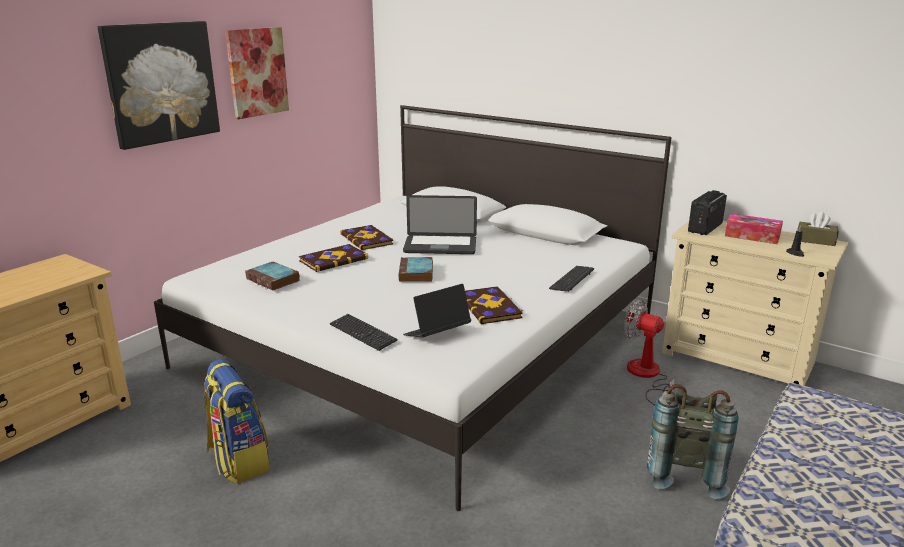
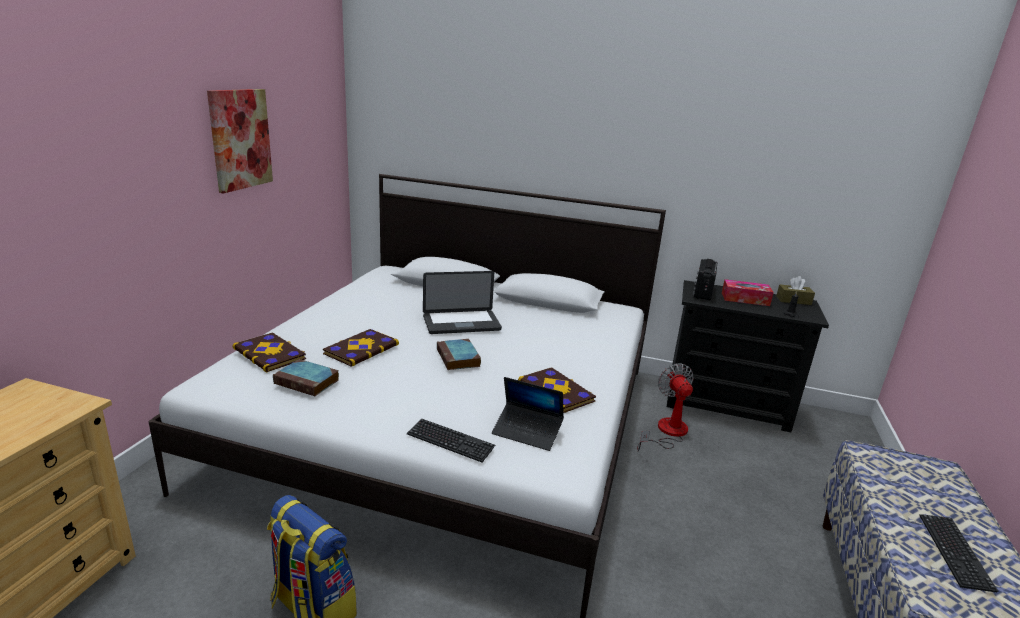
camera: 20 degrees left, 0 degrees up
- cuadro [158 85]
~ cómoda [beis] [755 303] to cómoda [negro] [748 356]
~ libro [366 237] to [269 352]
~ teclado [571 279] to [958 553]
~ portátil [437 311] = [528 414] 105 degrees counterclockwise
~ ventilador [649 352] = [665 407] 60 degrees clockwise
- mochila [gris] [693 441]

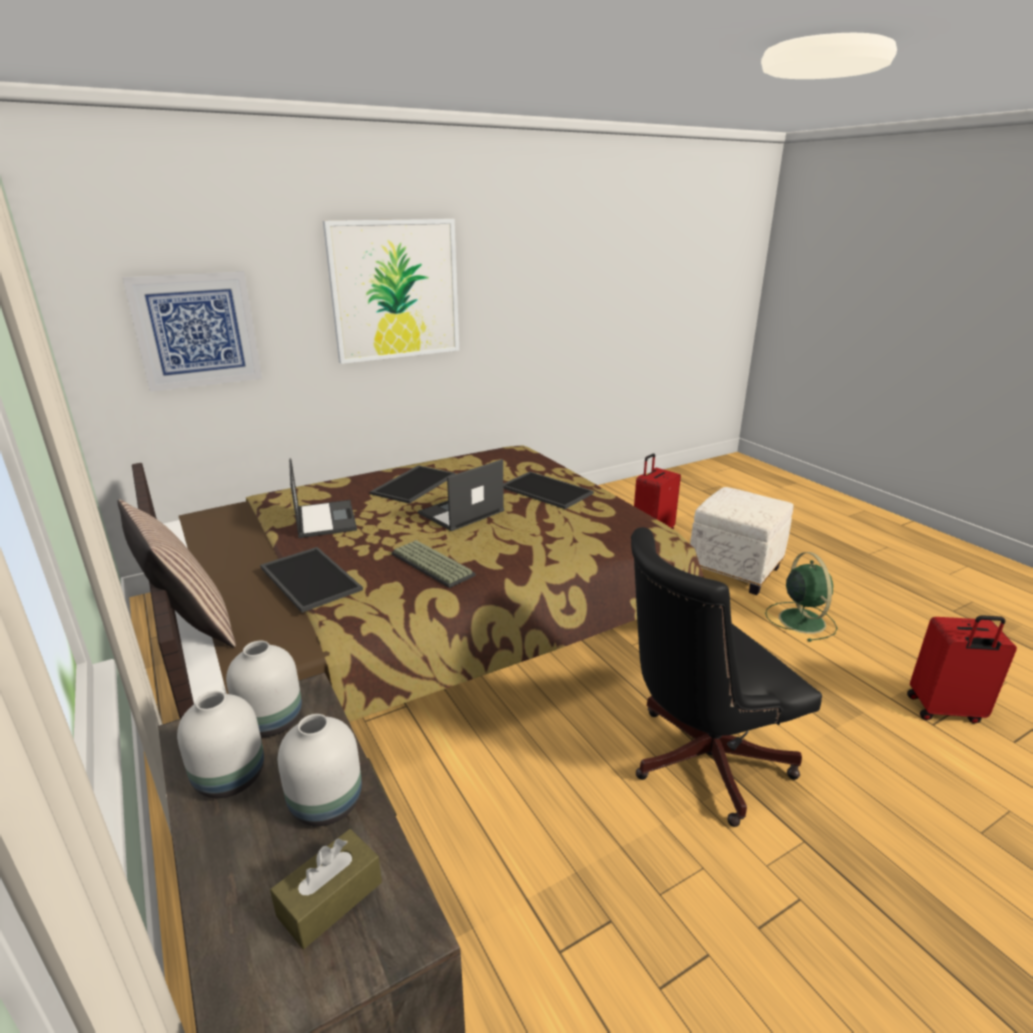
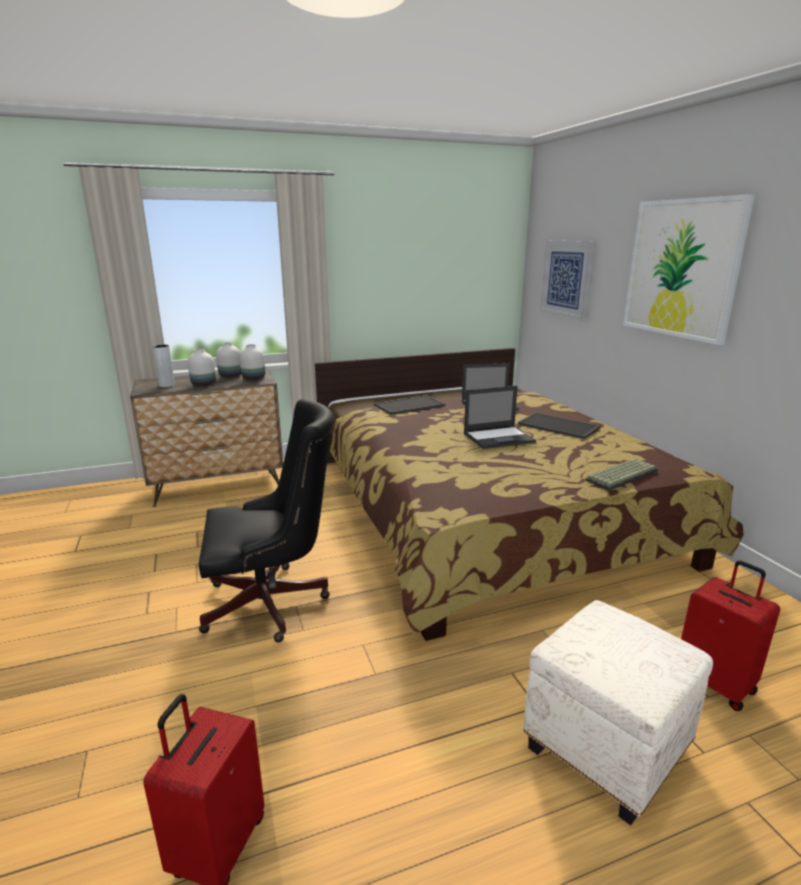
camera: 100 degrees right, 5 degrees down
~ portátil [461 495] = [500 417] 105 degrees clockwise
- bandeja [548 490]
- cojín [176 573]
~ silla de oficina [negro] [726 677] = [266 521] 90 degrees clockwise
~ teclado [433 564] to [621 474]
- ventilador [verde] [801 597]
~ caja de pañuelos [marrón] [326 889] to florero [gris] [164 366]

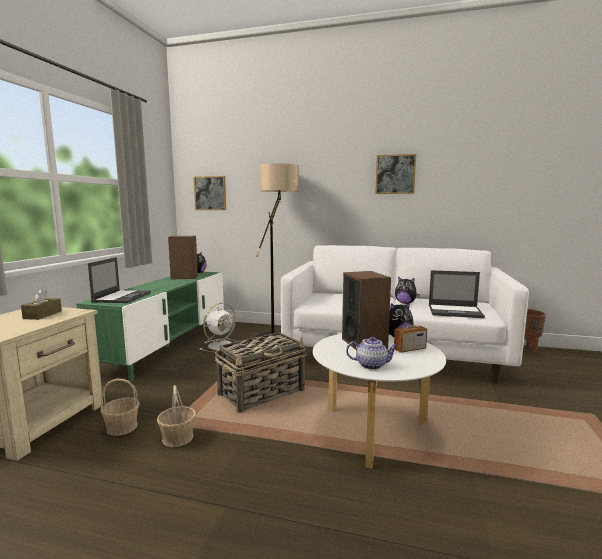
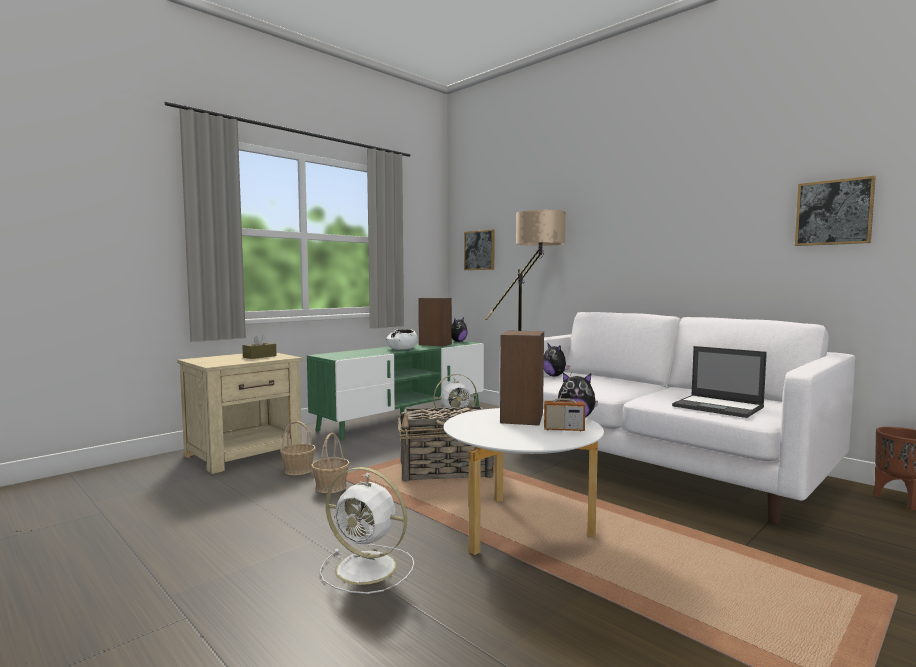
camera: 30 degrees right, 5 degrees down
~ cuadro [395 174] to [835 211]
- portátil [119 280]
~ peluche [407 290] to [557 360]
- tetera [372 353]
+ cuenco [blanco] [402 339]
+ ventilador [blanco] [366 530]

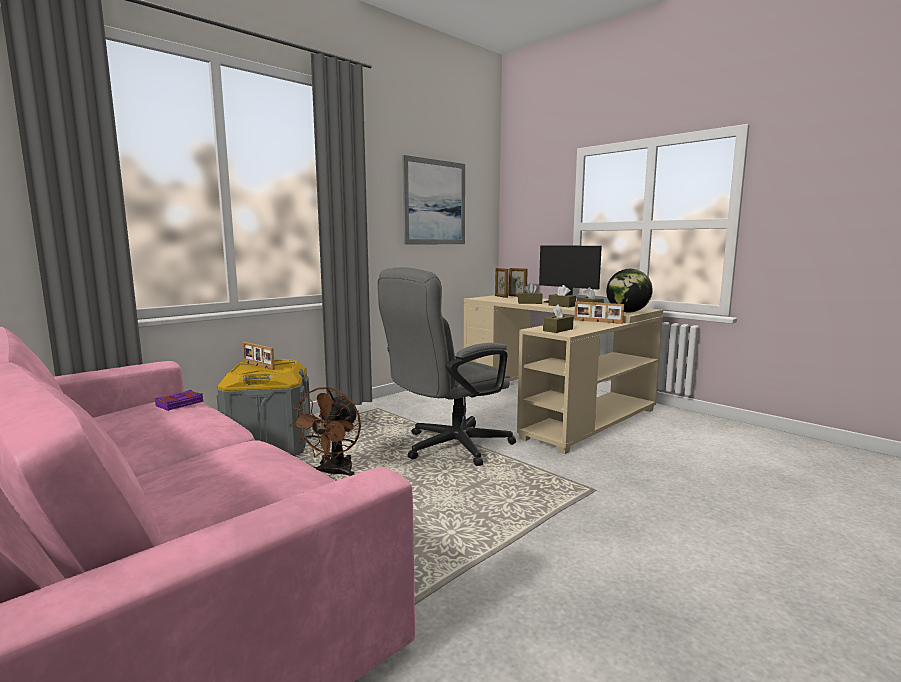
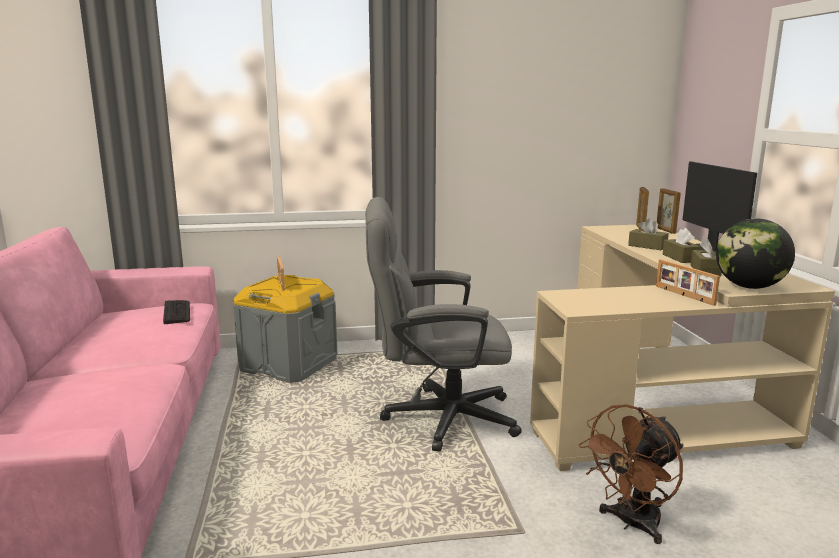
camera: 35 degrees right, 5 degrees up
- cuadro [433 200]
- caja de pañuelos [marrón] [558 318]
~ ventilador [marrón] [325 431] to [631 474]
~ libro [morado] [179 400] to teclado [176 312]

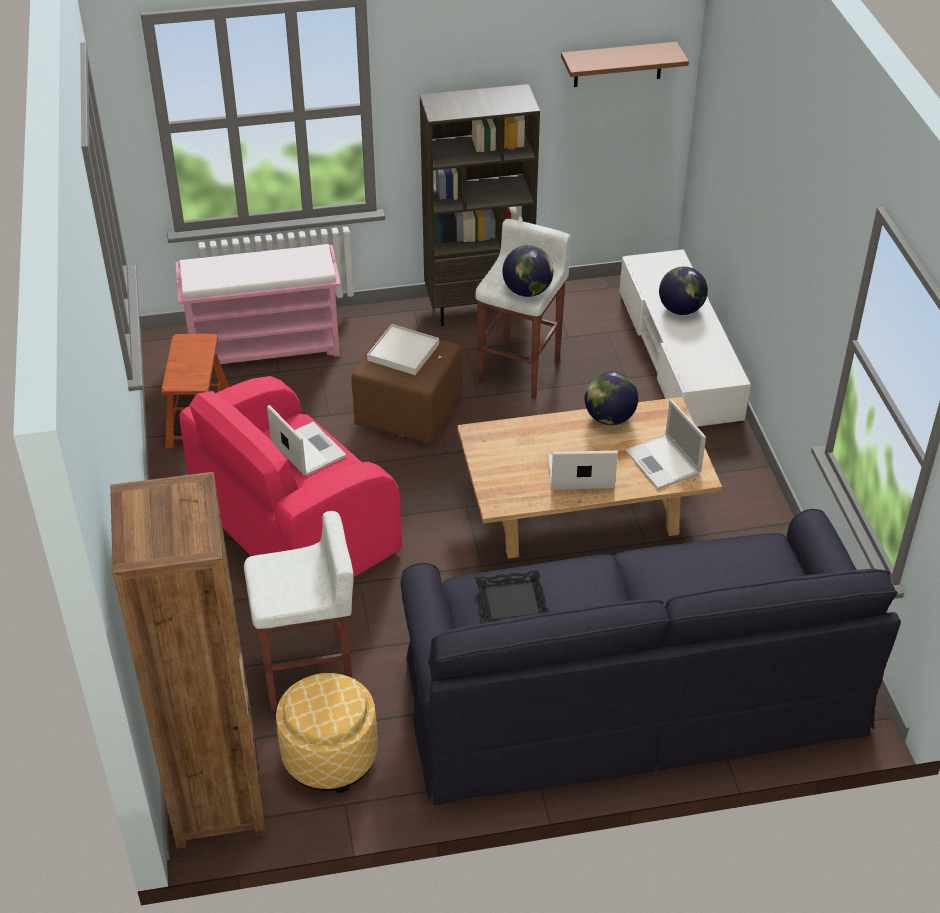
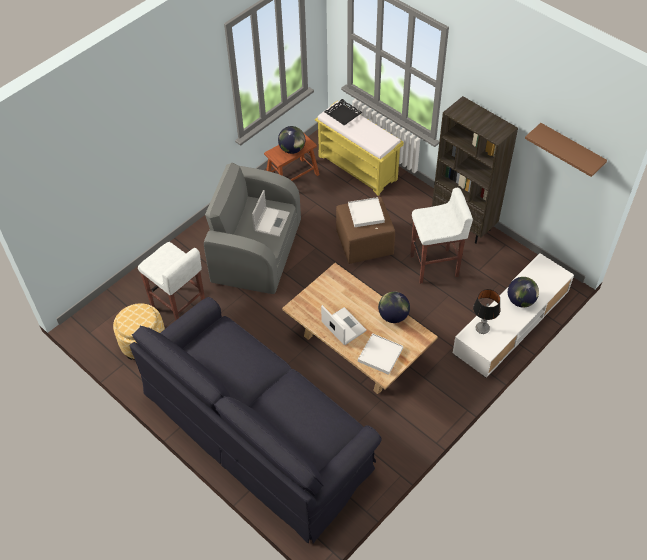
camera: 55 degrees right, 10 degrees up
~ banco [rosa] [258 304] to banco [amarillo] [359 148]
~ globo terráqueo [528 271] to [291 140]
~ sillón [rosa] [290 476] to sillón [gris] [252 228]
~ portátil [665 444] to bandeja [blanco] [380 354]
- estantería [marrón] [188 660]
~ bandeja [negro] [512 596] to [343 112]
+ lámpara de mesa [487 311]

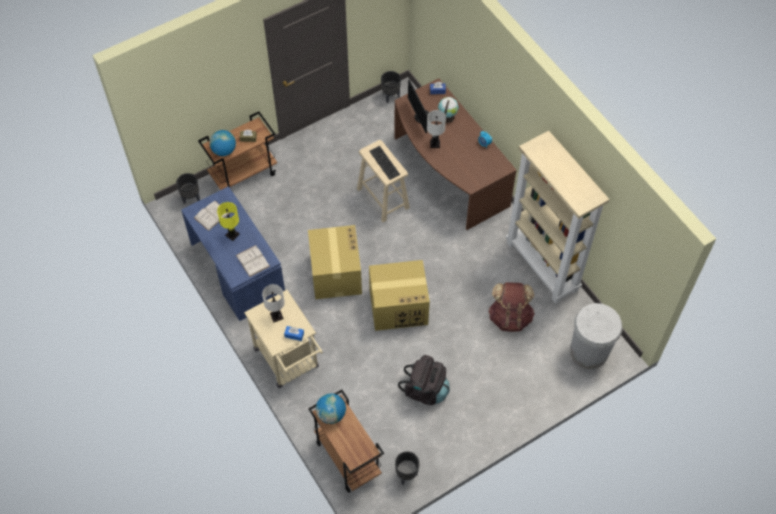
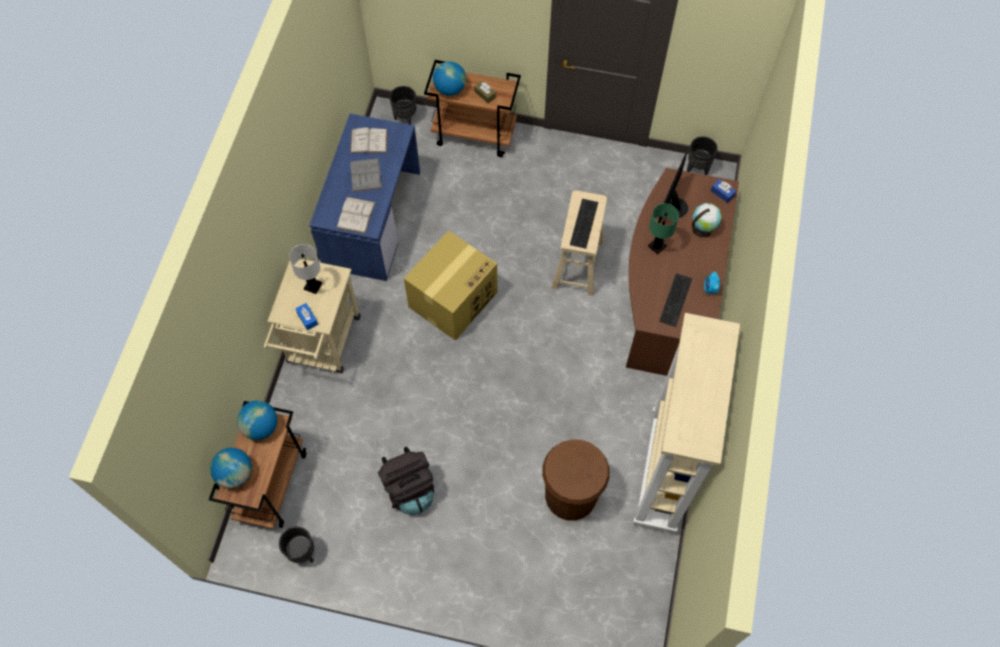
camera: 45 degrees right, 5 degrees up
~ lámpara de mesa [blanco] [436 129] to lámpara de mesa [verde] [663 228]
~ lámpara de mesa [amarillo] [228 221] to libro [gris] [366 175]
- caja de cartón [399 295]
~ mochila [marrón] [511 307] to papelera [marrón] [575 480]
- papelera [blanco] [596 336]
+ teclado [676 300]
+ globo terráqueo [231 468]

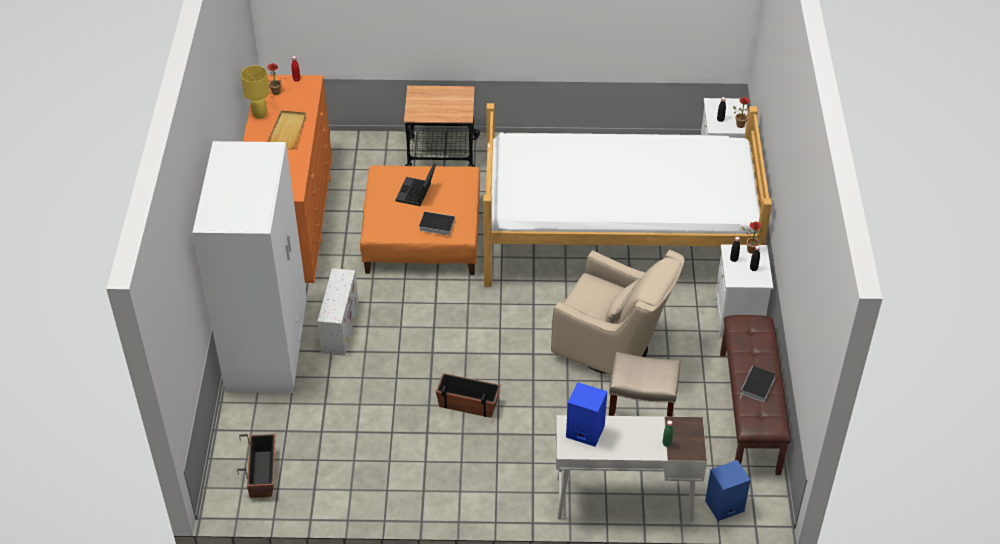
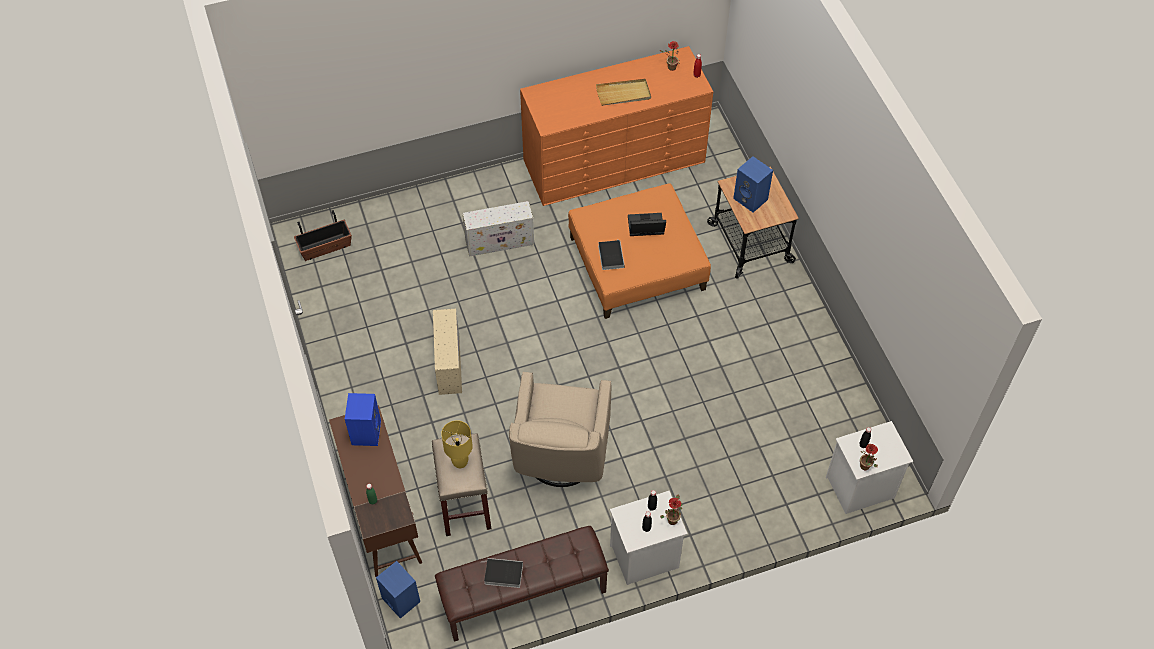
camera: 70 degrees right, 10 degrees up
~ lámpara de mesa [amarillo] [255 92] to [457 444]
- cama [627 195]
- armario ropero [blanco] [249 267]
~ maceta [468 395] to caja de almacenaje [beis] [447 352]
~ escritorio [blanco] [631 468] to escritorio [marrón] [375 491]
+ altavoz [azul] [753 184]

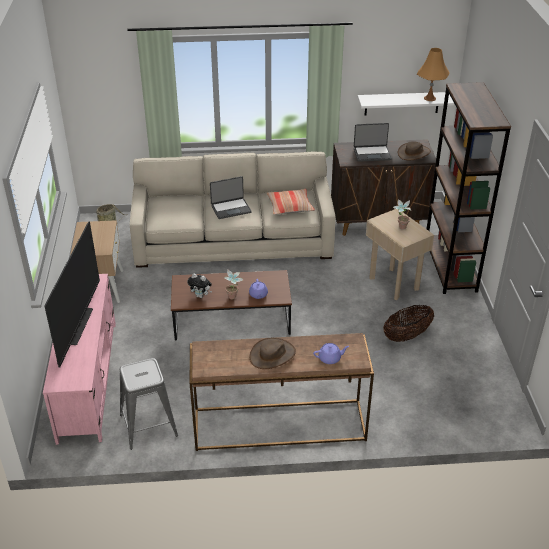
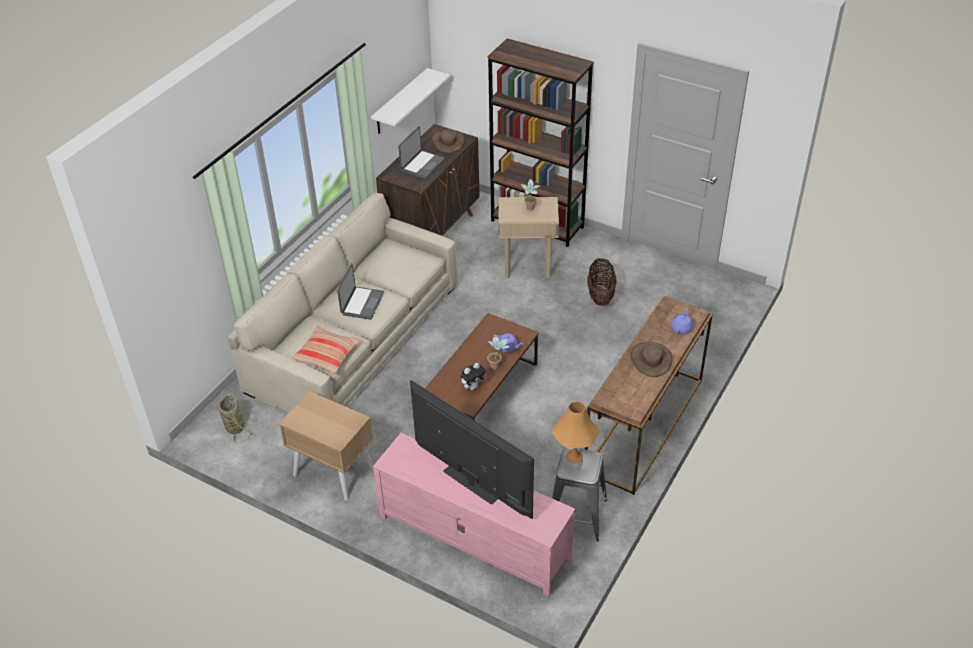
camera: 55 degrees left, 5 degrees up
~ lámpara de mesa [naranja] [433 74] to [576 432]
~ cojín [291 202] to [326 350]

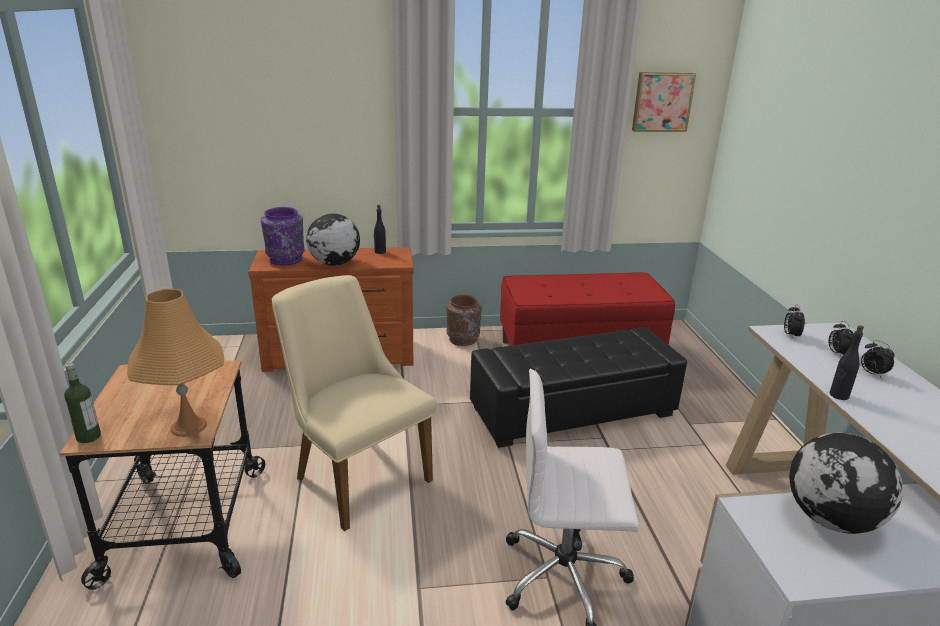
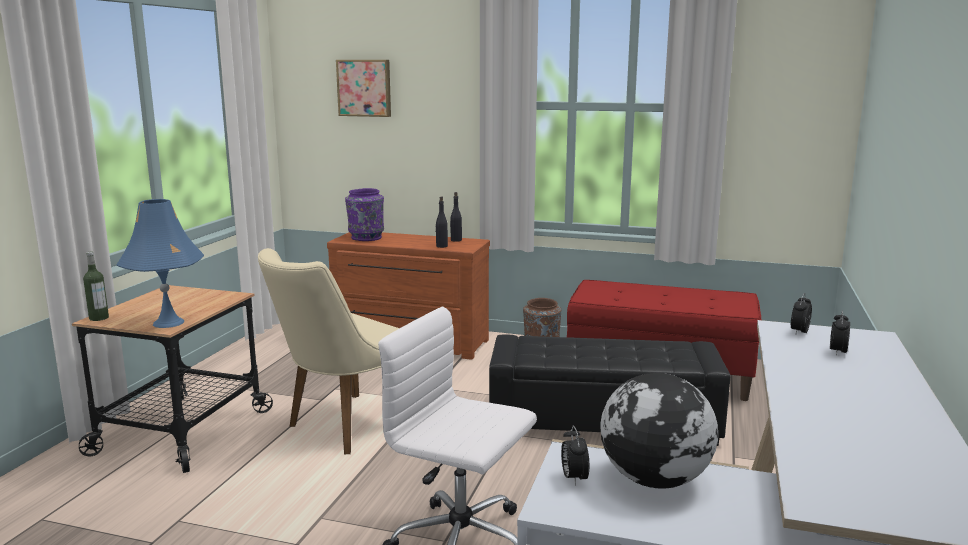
camera: 25 degrees right, 10 degrees down
~ cuadro [664 102] to [363 88]
- globo terráqueo [333 240]
~ silla [beis] [354 403] = [328 351] 120 degrees counterclockwise
~ lámpara de mesa [naranja] [175 363] to lámpara de mesa [azul] [160 263]
~ botella [negro] [847 362] to [441 222]
~ despertador [877 359] to [575 456]

